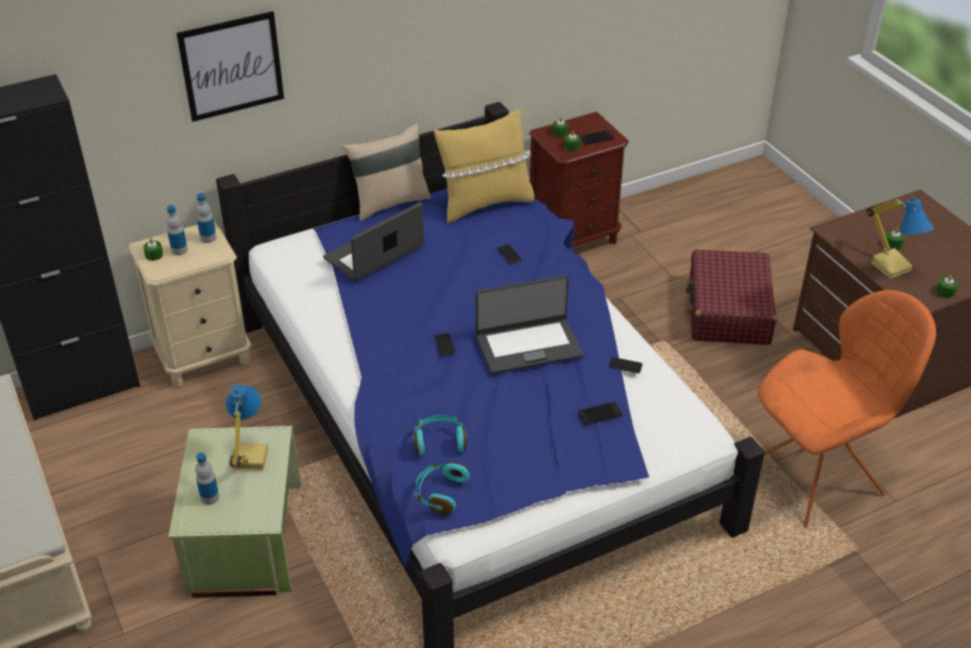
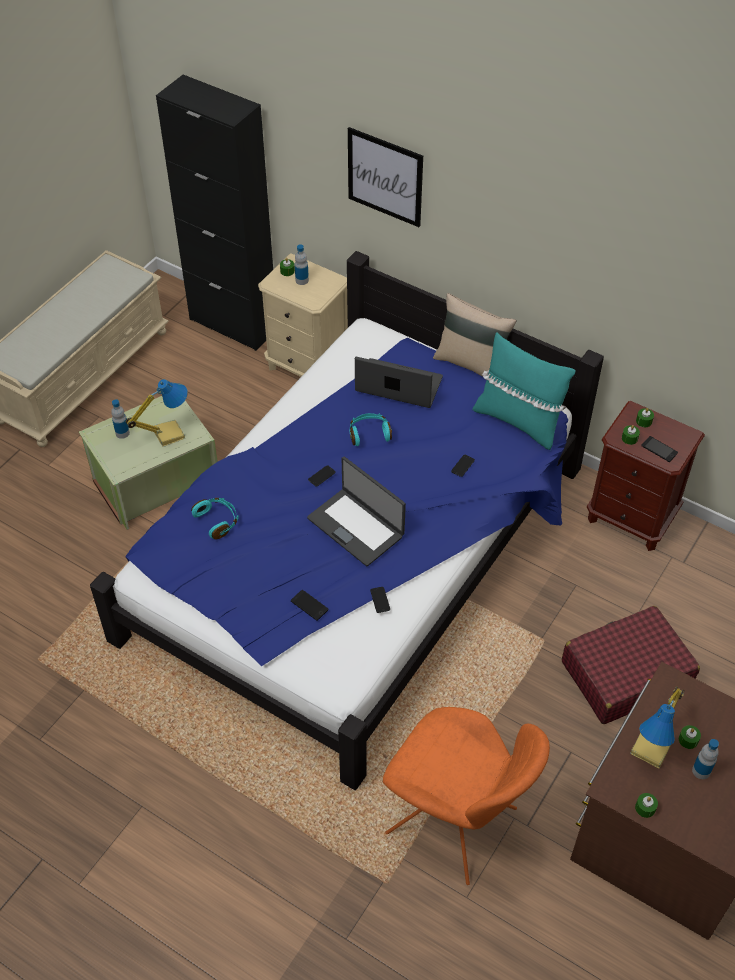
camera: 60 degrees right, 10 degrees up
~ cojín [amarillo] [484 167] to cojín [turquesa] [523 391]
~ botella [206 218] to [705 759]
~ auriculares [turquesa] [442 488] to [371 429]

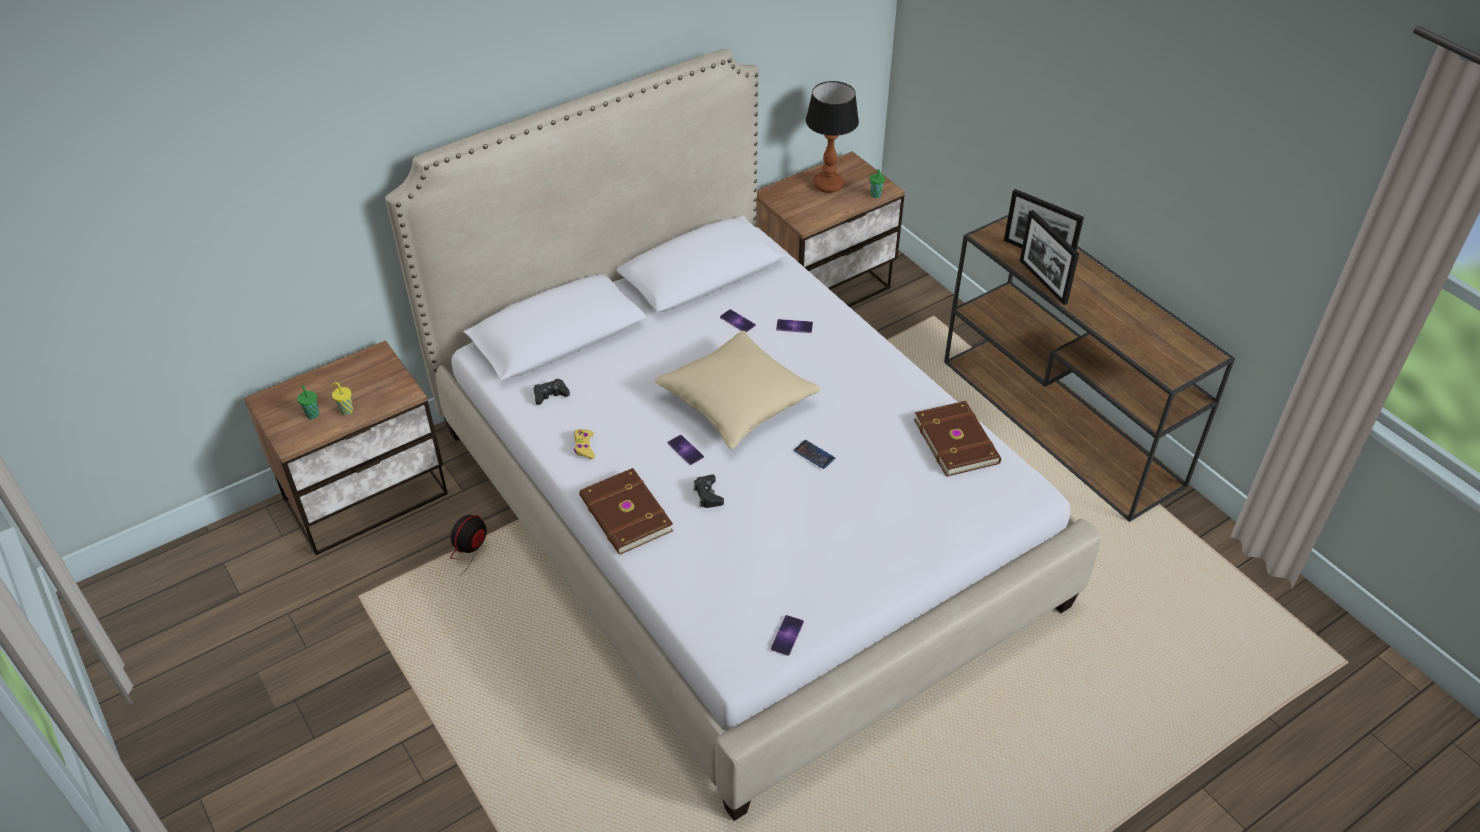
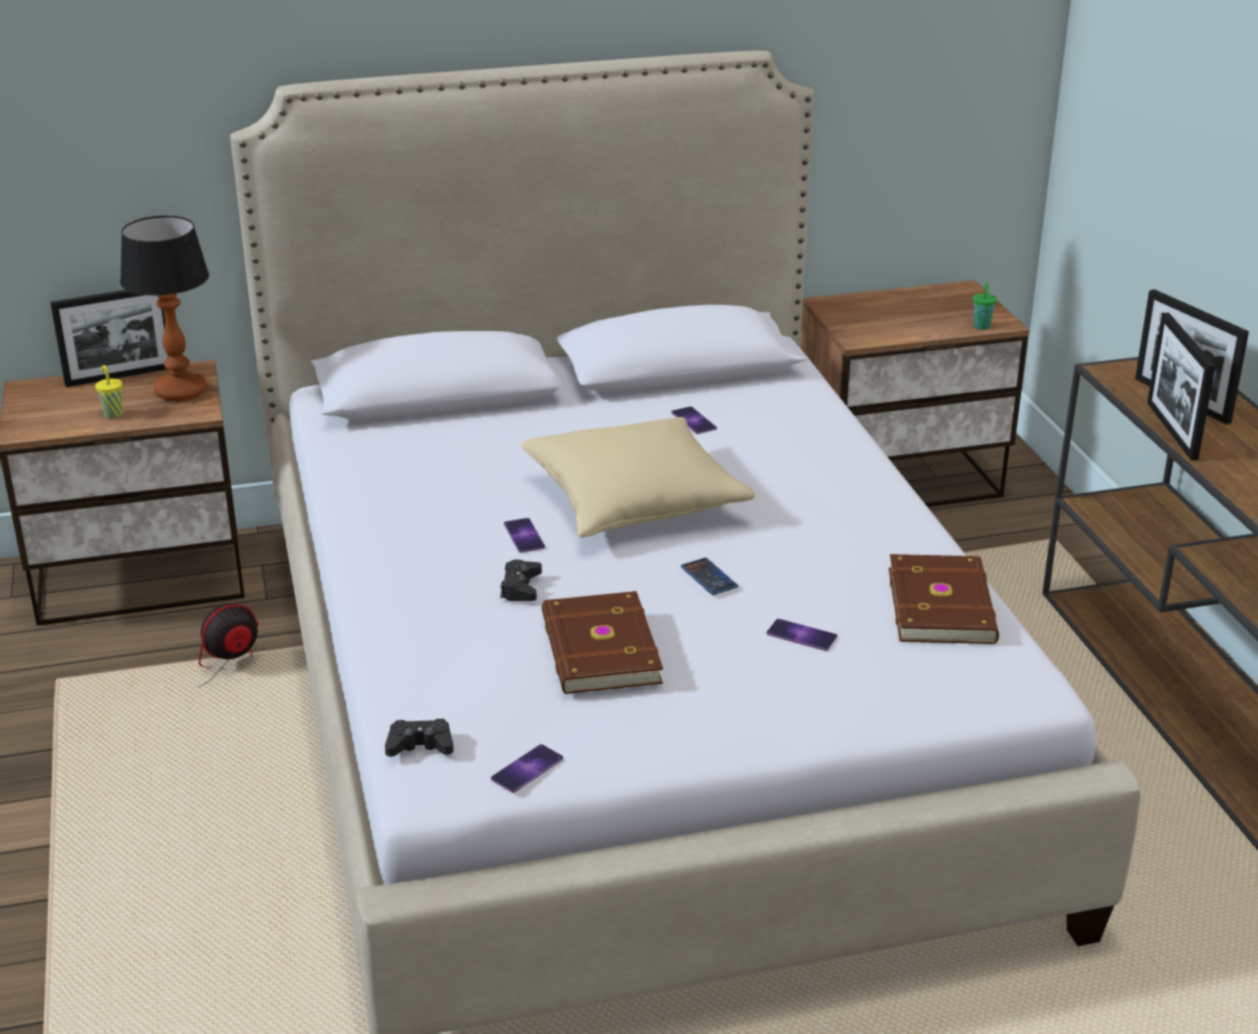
camera: 20 degrees right, 15 degrees down
~ lámpara de mesa [832 137] to [164 309]
~ móvil [794 326] to [802 635]
~ mando de consola [negro] [552 391] to [419 738]
- taza [verde] [308 402]
- mando de consola [amarillo] [584 444]
~ libro [marrón] [626 511] to [602 642]
+ portarretratos [109 338]

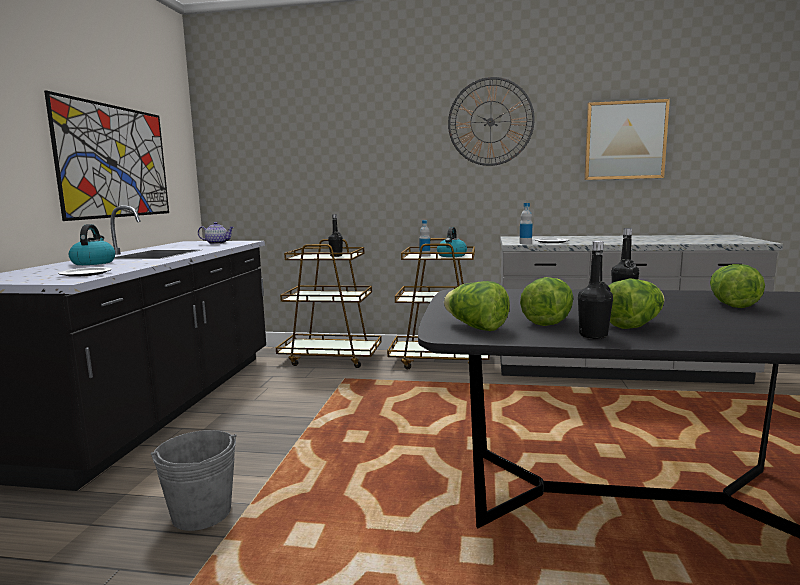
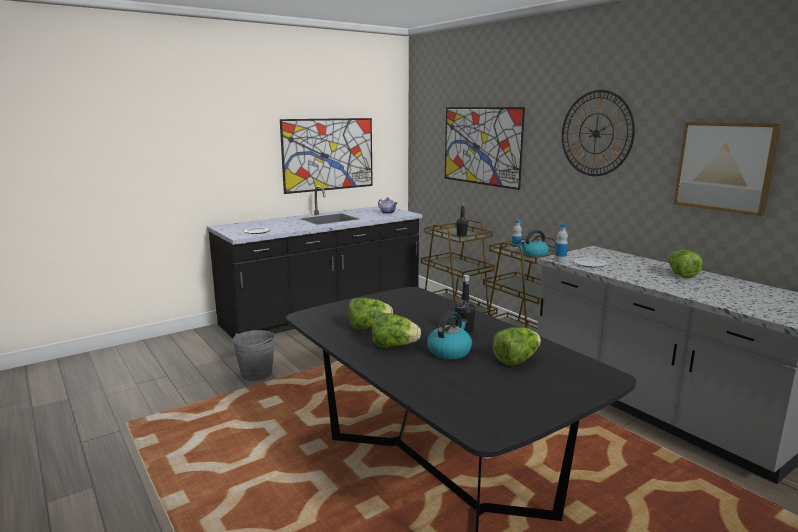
camera: 45 degrees right, 5 degrees up
~ hervidor [92 244] to [449 335]
- botella [negro] [595 290]
~ lechuga [477 306] to [686 264]
+ cuadro [485 148]

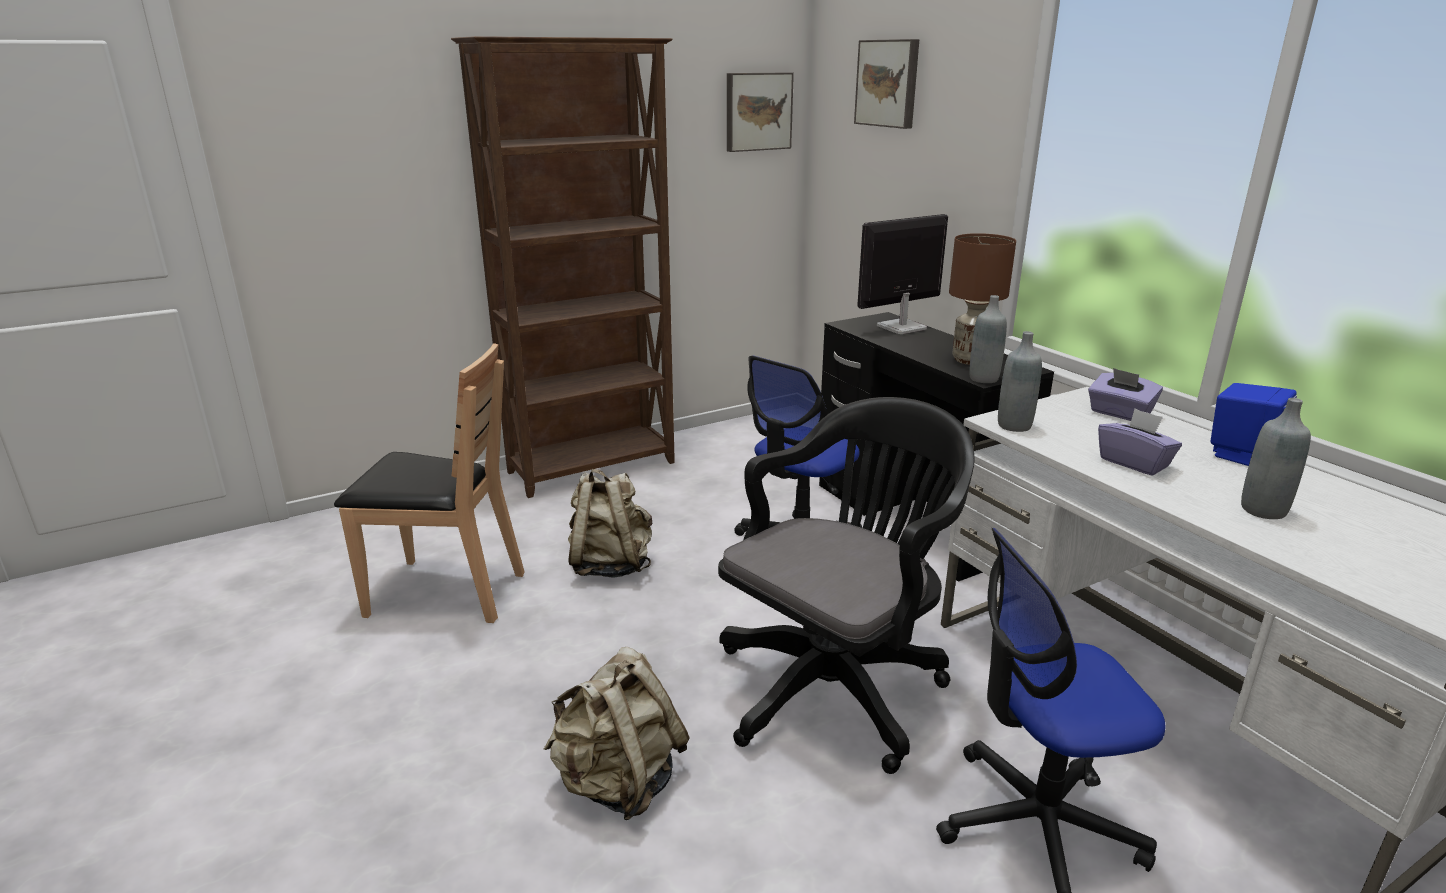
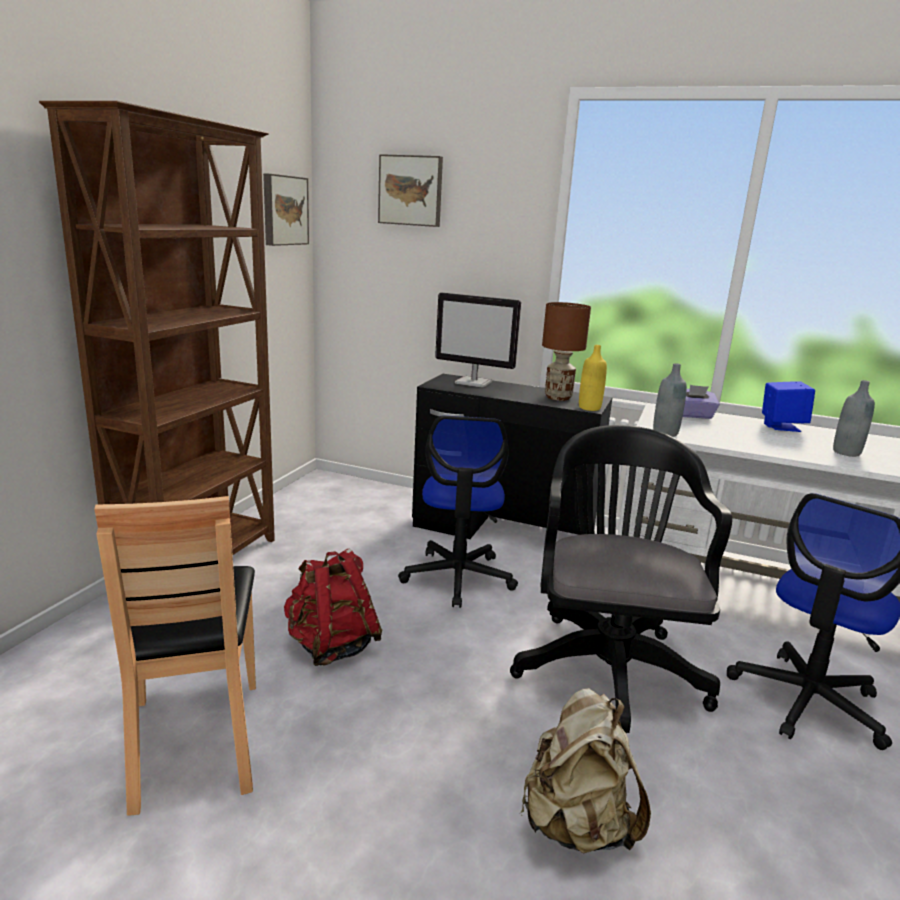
camera: 40 degrees left, 5 degrees down
~ monitor [902 274] = [478 340] 90 degrees counterclockwise
~ botella [gris] [988 339] to botella [amarillo] [593 378]
~ silla [marrón] [429 483] = [175 656] 105 degrees clockwise
- caja de pañuelos [morado] [1140 442]
~ mochila [beis] [610 523] to mochila [rojo] [333 607]

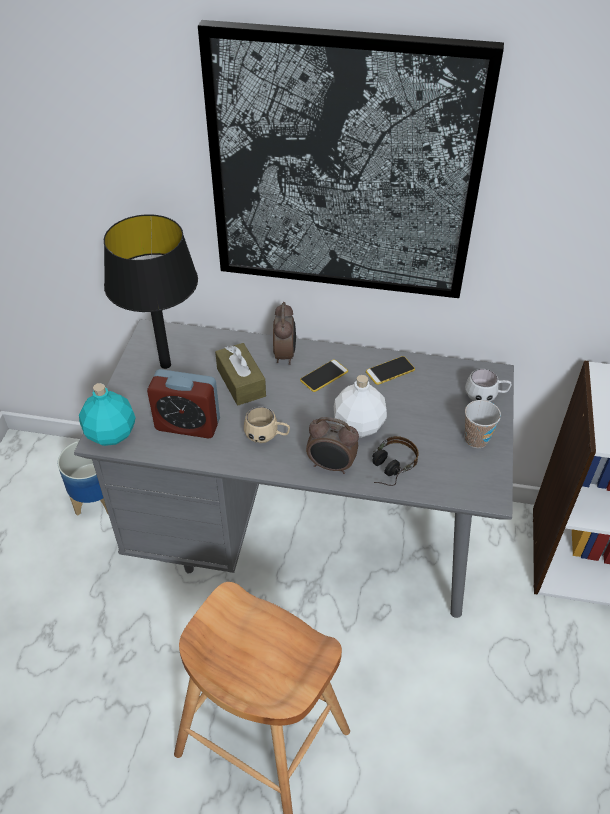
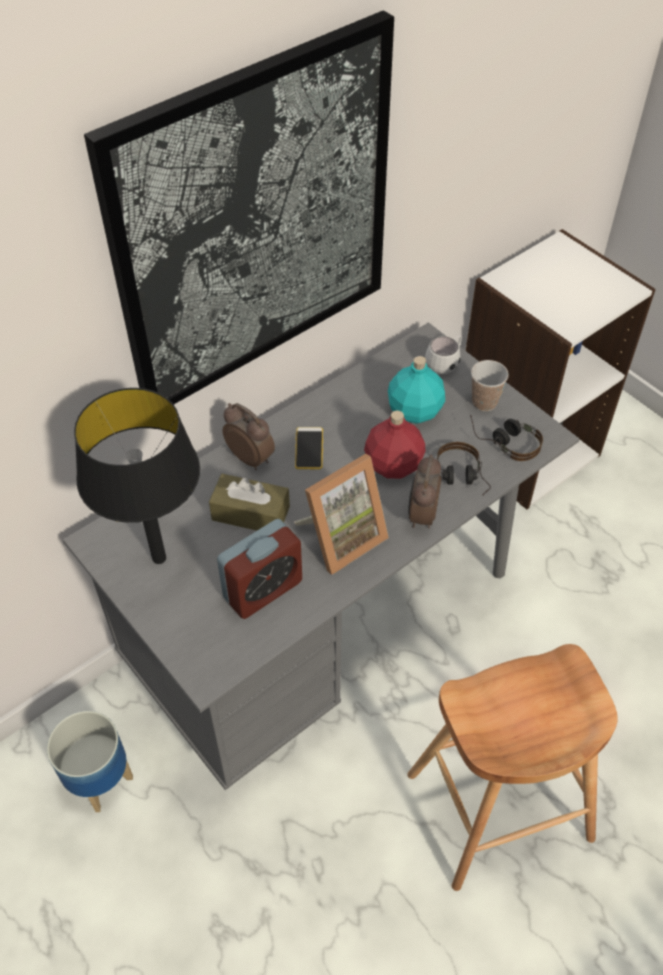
camera: 50 degrees left, 5 degrees up
- móvil [390 370]
~ botella [blanco] [360 406] to botella [rojo] [395 445]
~ botella [turquesa] [107 414] to [416 390]
~ taza grande [beis] [267 425] to portarretratos [341 514]
~ despertador [332 445] = [424 491] 135 degrees clockwise
+ auriculares [506 437]

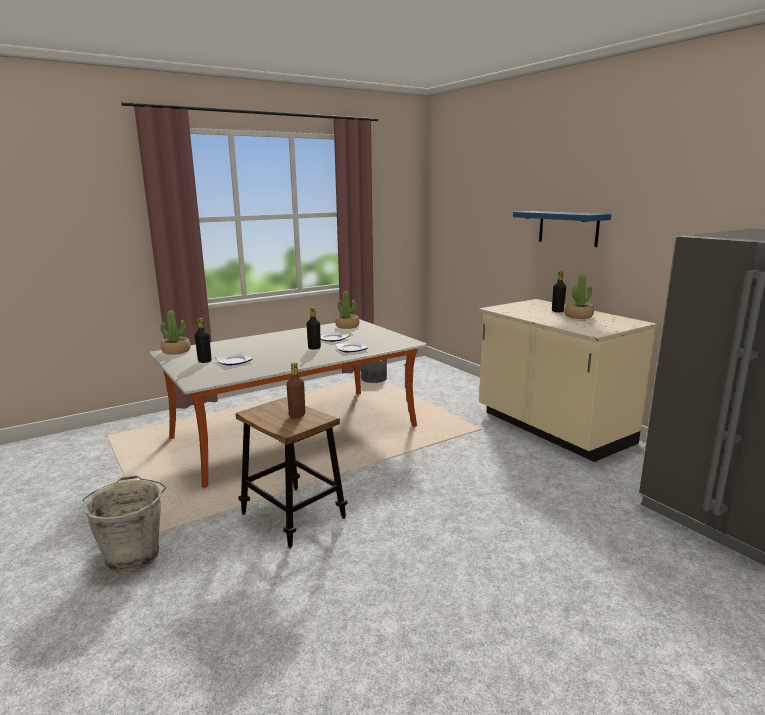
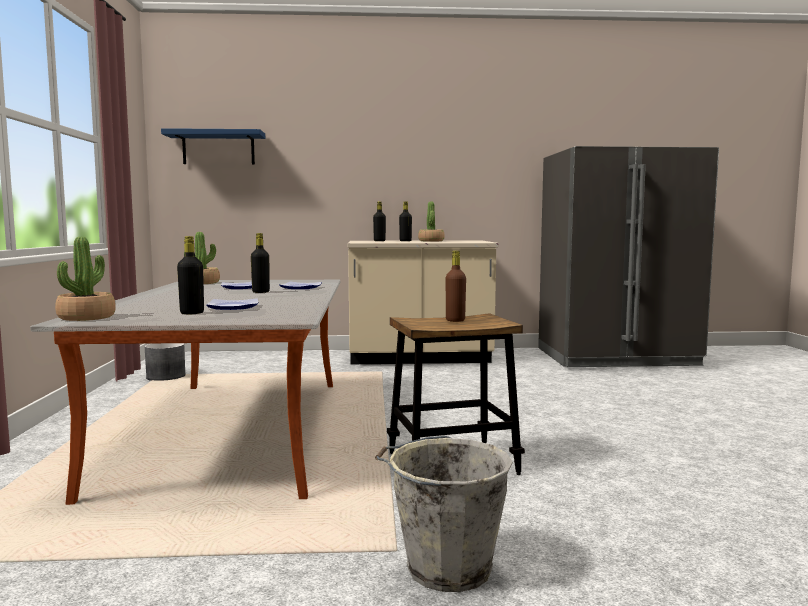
camera: 60 degrees left, 10 degrees down
~ estante [azul] [562 229] to [213 146]
+ botella [negro] [379 221]

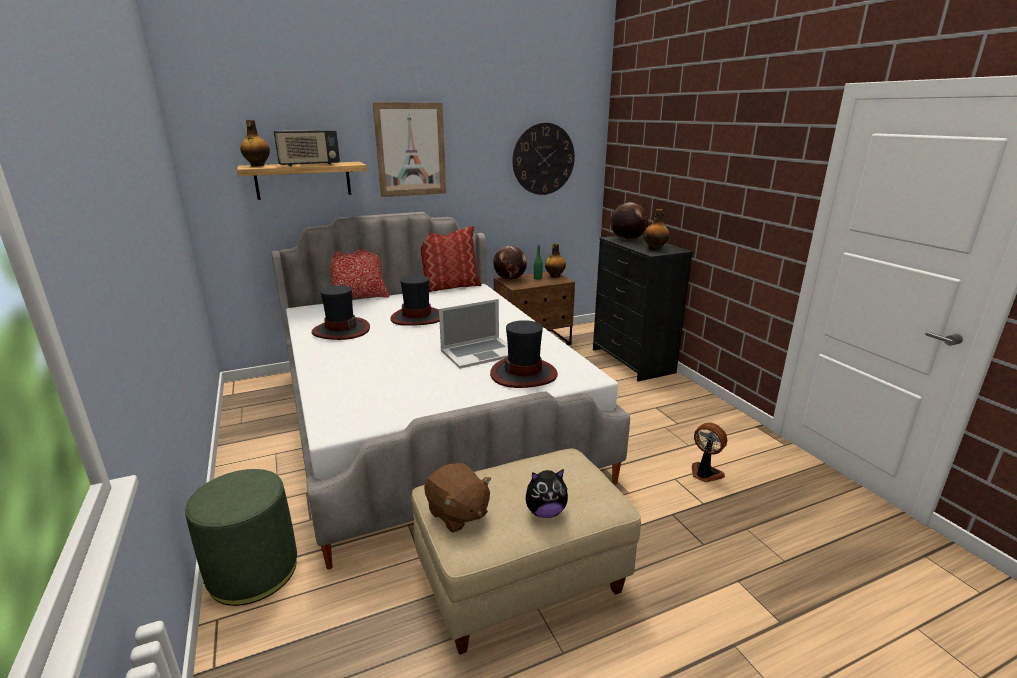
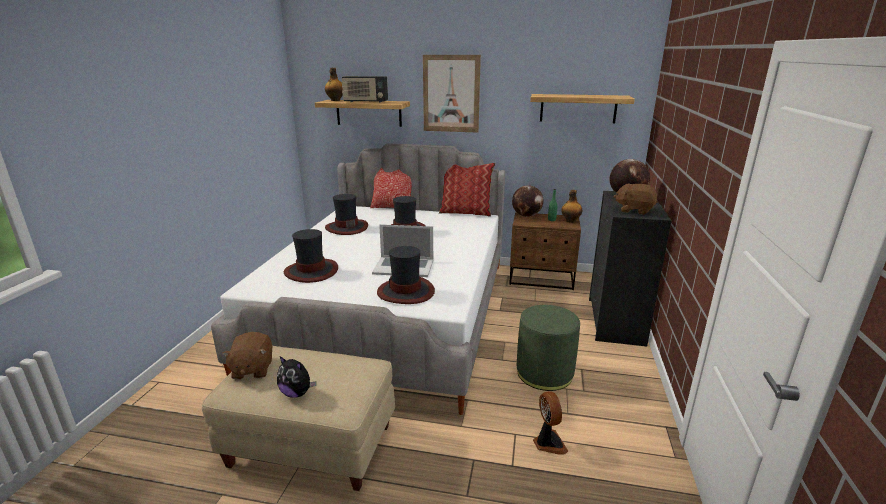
camera: 35 degrees right, 0 degrees up
~ reloj de pared [543 159] to estante [582 108]
~ botella [657 229] to peluche [marrón] [635 199]
~ puf [verde] [241 537] to [548 348]
+ sombrero [311 256]

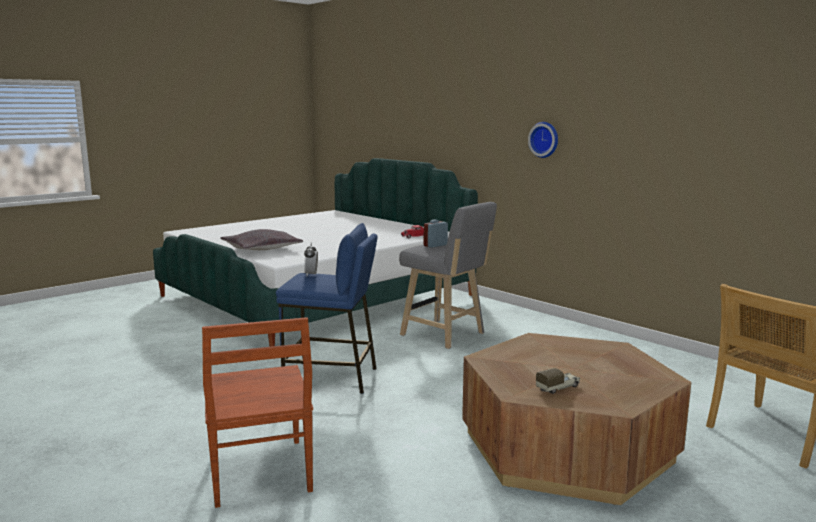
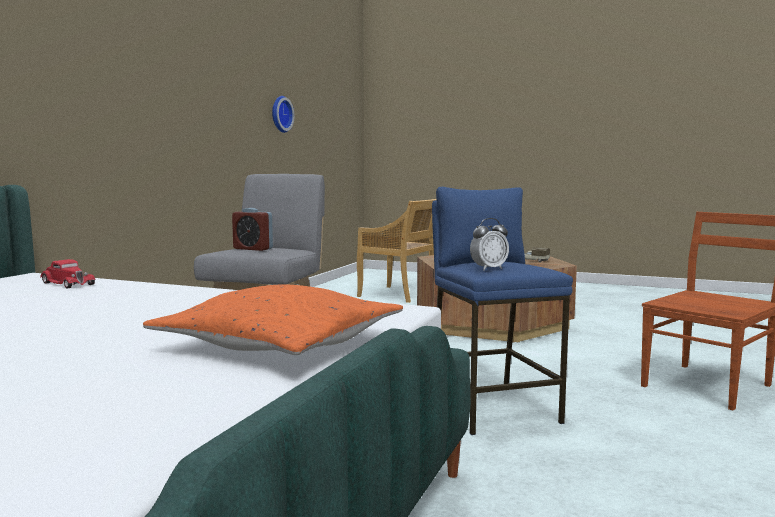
camera: 115 degrees left, 5 degrees down
~ reloj de pared [543 140] to [283 114]
~ cojín [gris] [261 239] to cojín [naranja] [273 320]

